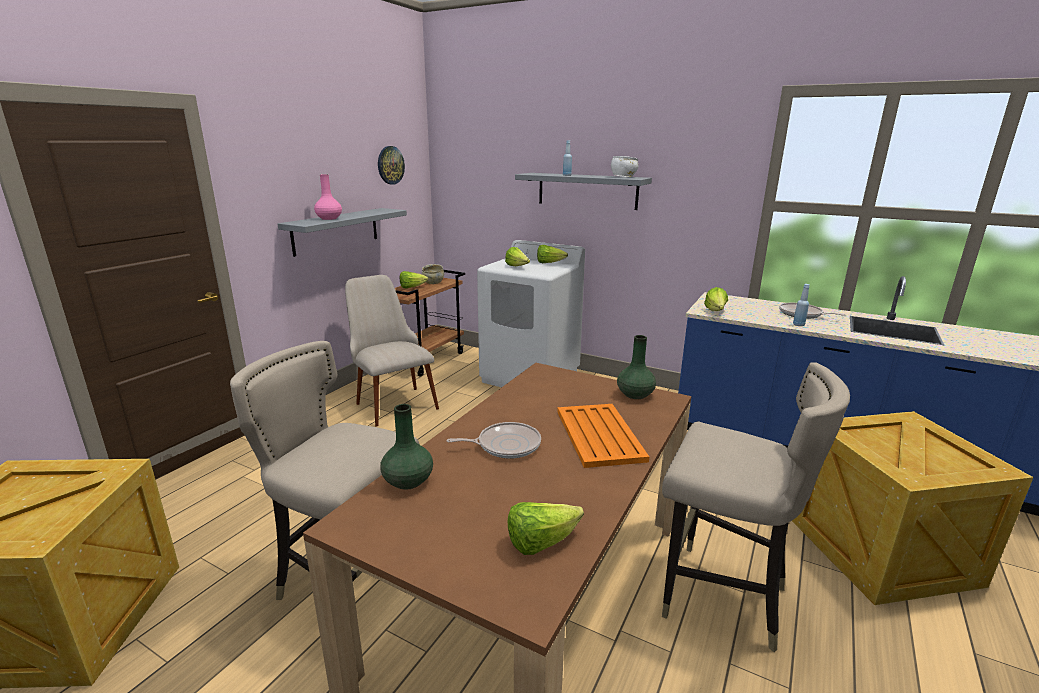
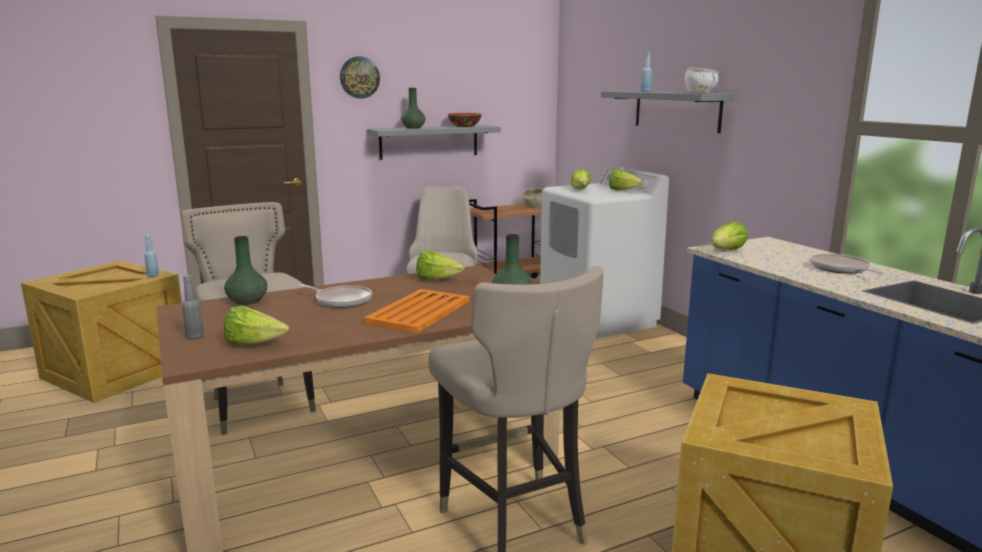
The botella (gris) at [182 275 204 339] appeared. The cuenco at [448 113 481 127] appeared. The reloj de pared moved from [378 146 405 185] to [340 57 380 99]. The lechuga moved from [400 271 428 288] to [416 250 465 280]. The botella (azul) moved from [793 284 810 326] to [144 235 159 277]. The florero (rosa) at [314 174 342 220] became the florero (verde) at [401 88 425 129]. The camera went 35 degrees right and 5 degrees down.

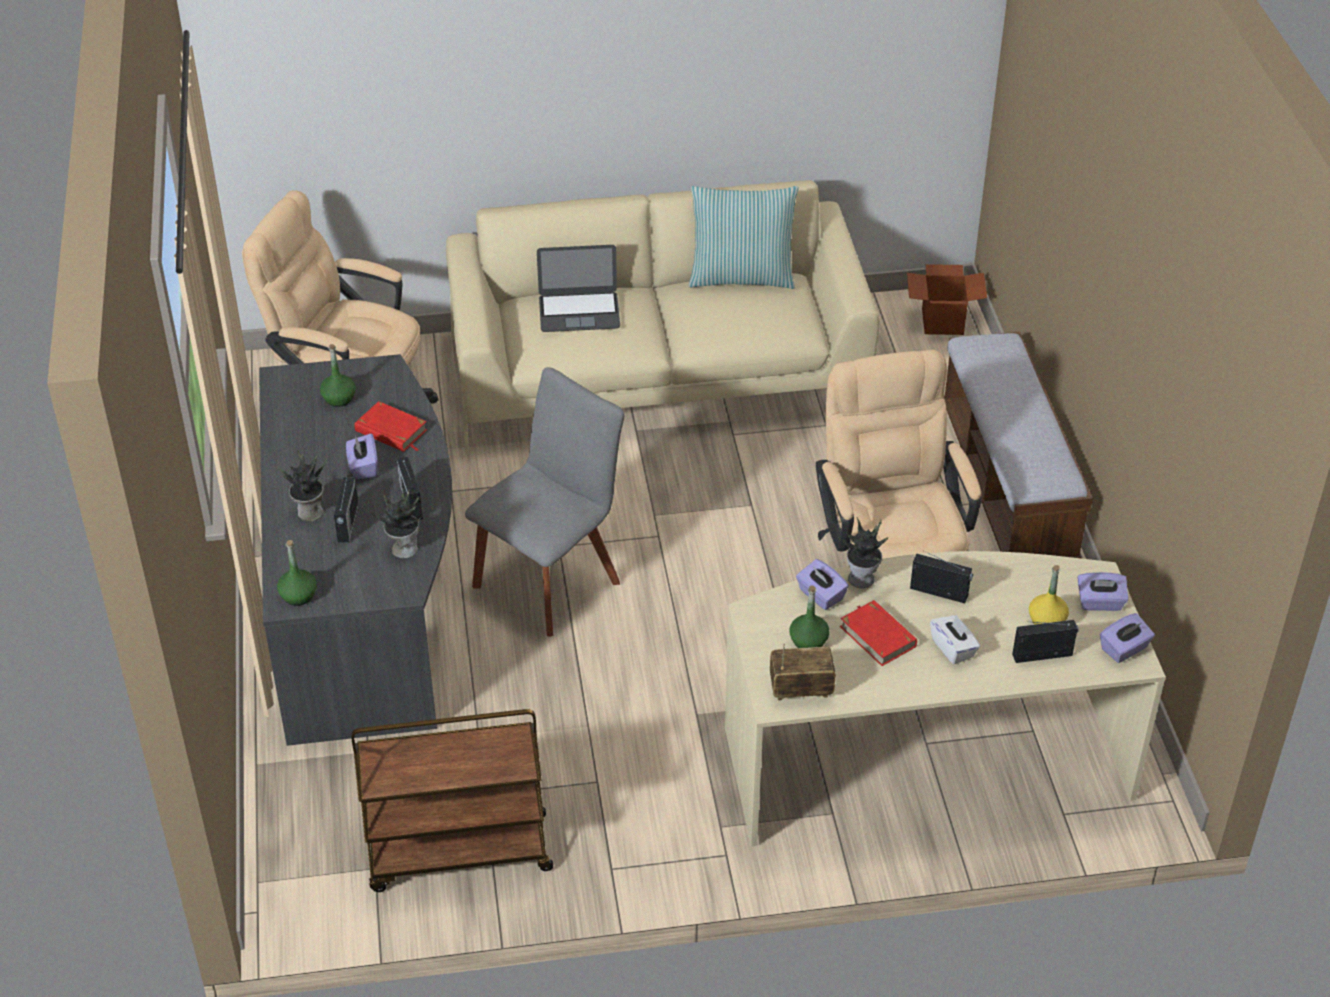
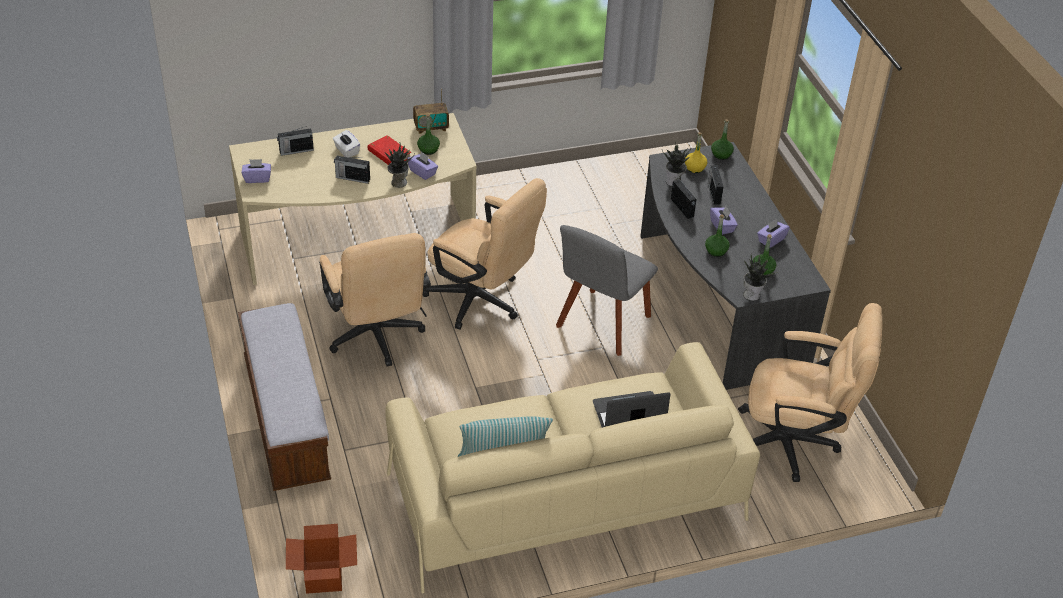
The carrito (marrón) at [351 709 553 892] disappeared. The silla de oficina (beis) at [423 178 547 330] appeared. The planta en maceta moved from [276 451 327 521] to [743 255 777 301]. The botella (amarillo) moved from [1029 565 1069 625] to [685 132 707 173]. The caja de pañuelos (morado) moved from [1100 613 1155 663] to [757 219 790 248]. The libro (rojo) at [354 401 427 452] was replaced by the botella (verde) at [705 214 730 257]. The camera went 170 degrees right and 0 degrees up.

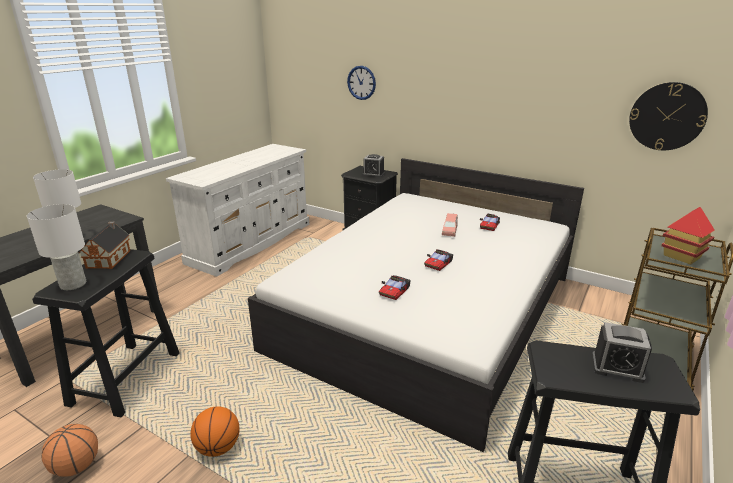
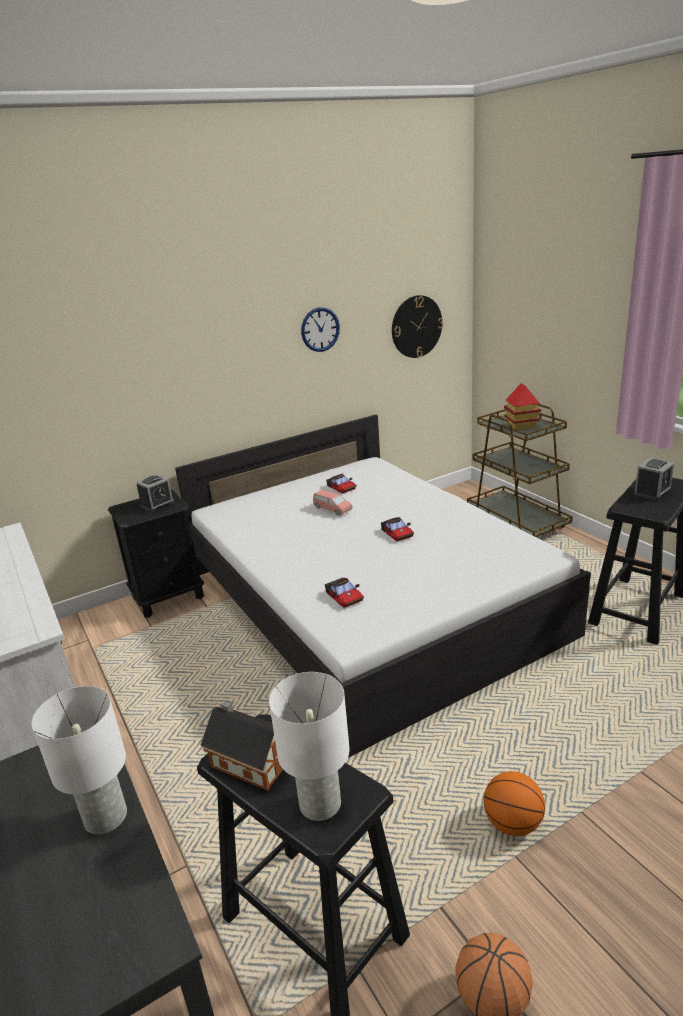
The reloj de pared moved from [347 66 376 100] to [301 307 340 352]. The coche de juguete moved from [379 275 411 300] to [325 578 364 608]. The camera went 60 degrees left and 0 degrees up.

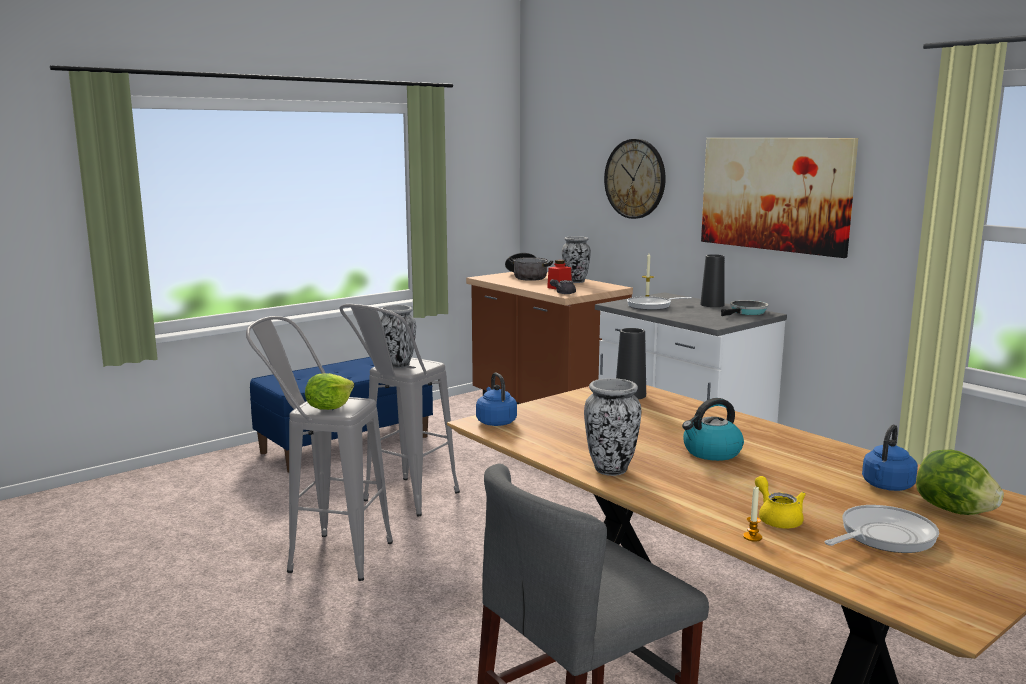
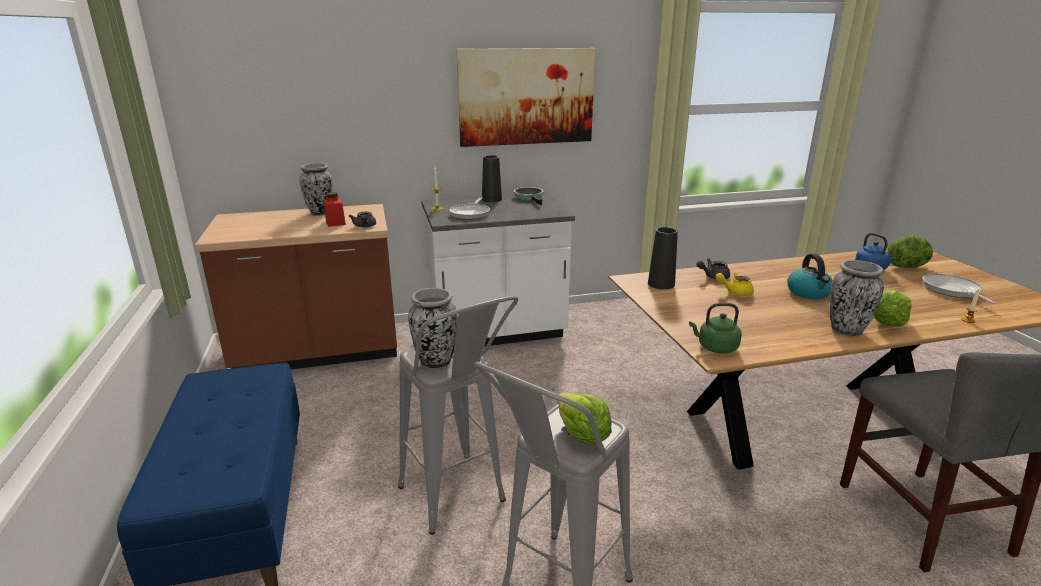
The olla at [505 253 553 281] disappeared. The reloj de pared at [604 139 666 219] disappeared. The tetera (gris) at [696 258 730 279] appeared. The lechuga at [874 290 912 327] appeared. The tetera (amarillo) moved from [755 476 806 528] to [715 272 754 296]. The hervidor (azul) at [476 372 517 426] became the hervidor (verde) at [689 303 742 354]. The camera went 65 degrees left and 10 degrees up.

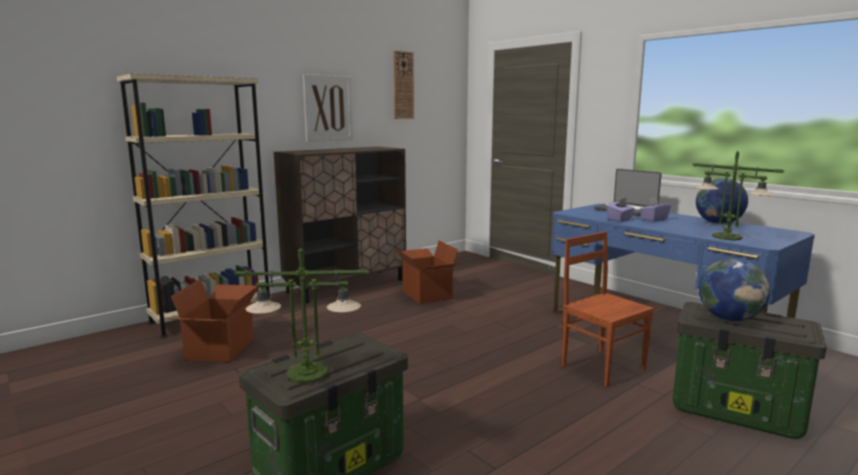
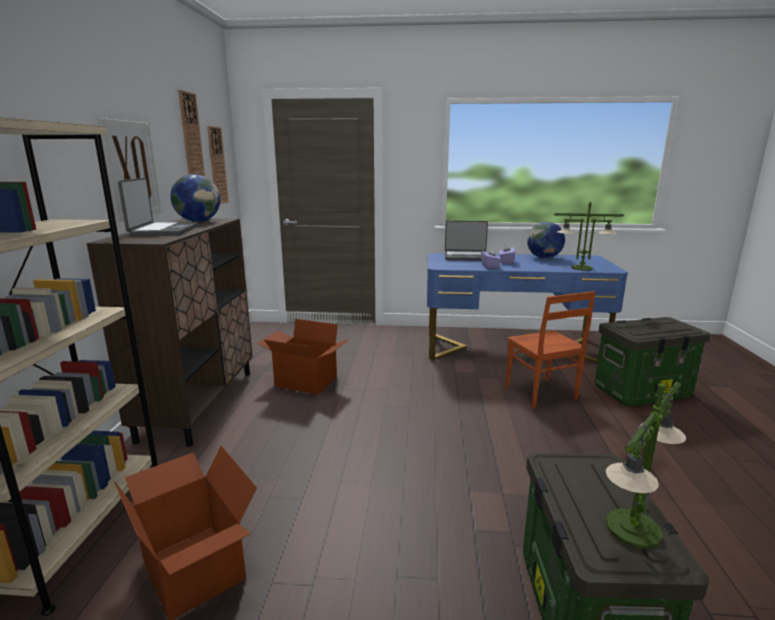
The portátil at [118 178 198 236] appeared. The reloj de pared at [207 126 229 204] appeared. The globo terráqueo moved from [699 258 770 321] to [170 174 220 222]. The silla (marrón) at [562 231 654 387] turned 120 degrees counterclockwise. The camera went 45 degrees left and 5 degrees up.

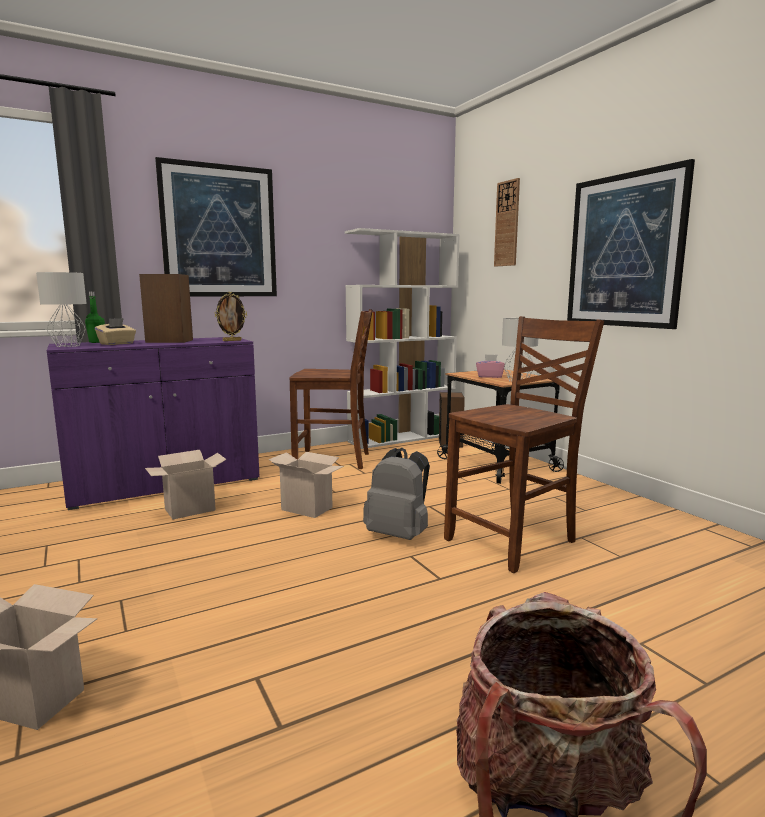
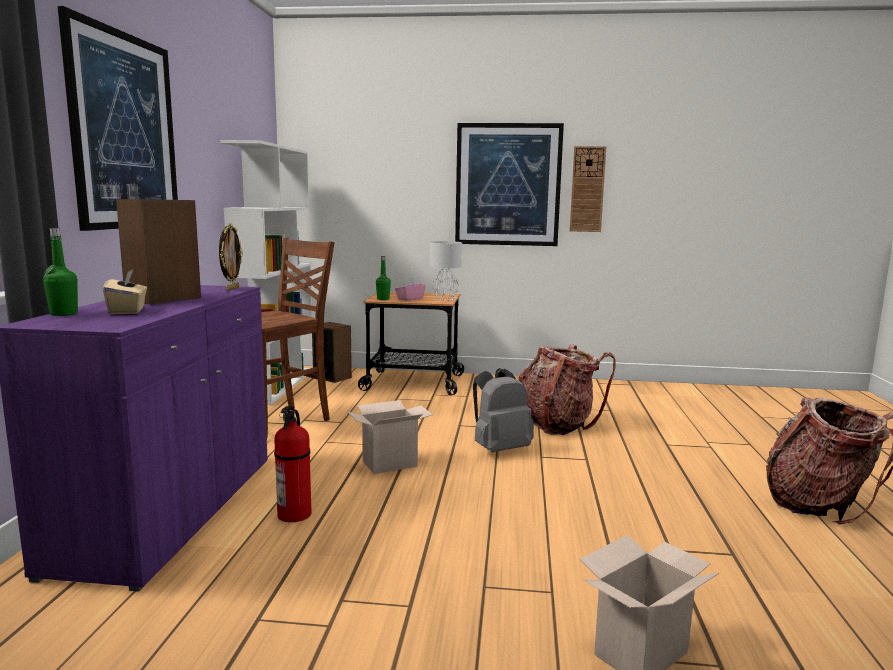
The lámpara de mesa (gris) at [36 272 87 347] disappeared. The botella (verde) at [376 256 391 300] appeared. The reloj de pared moved from [494 178 520 267] to [570 146 606 232]. The caja de cartón at [145 450 227 520] was replaced by the extintor at [274 406 312 522]. The silla (marrón) at [444 316 604 573] was replaced by the mochila at [519 344 615 435]. The camera went 55 degrees left and 0 degrees up.

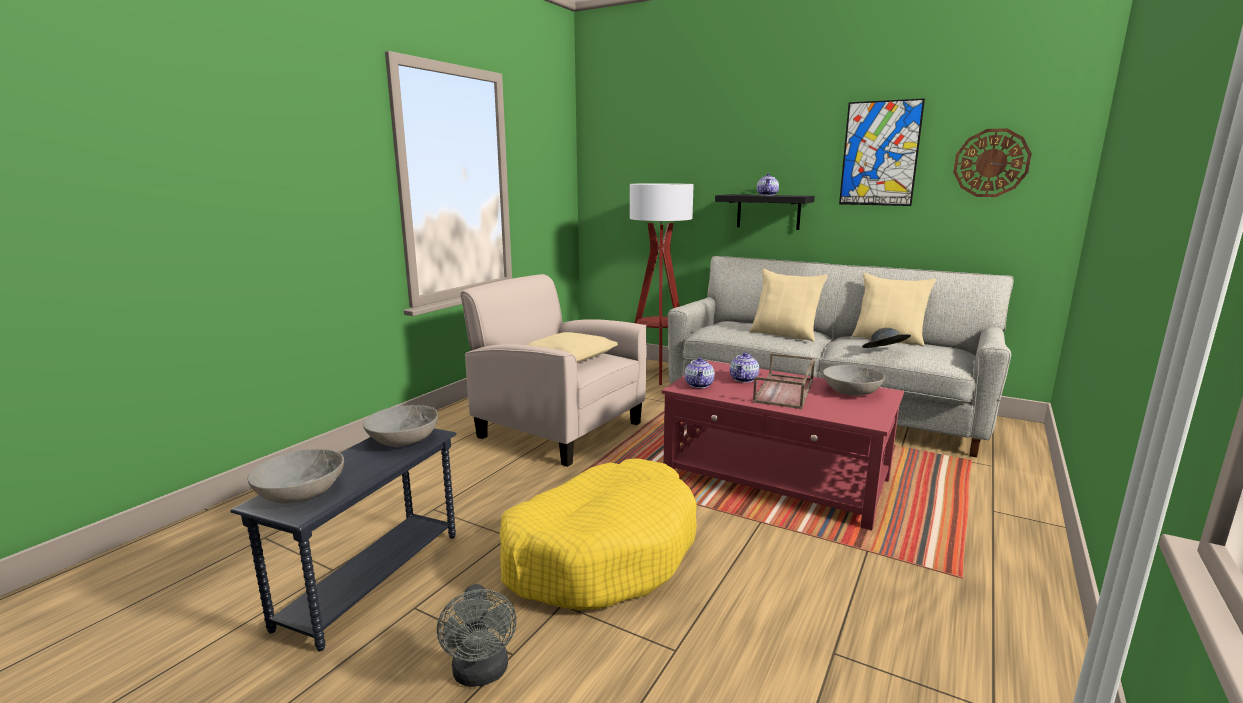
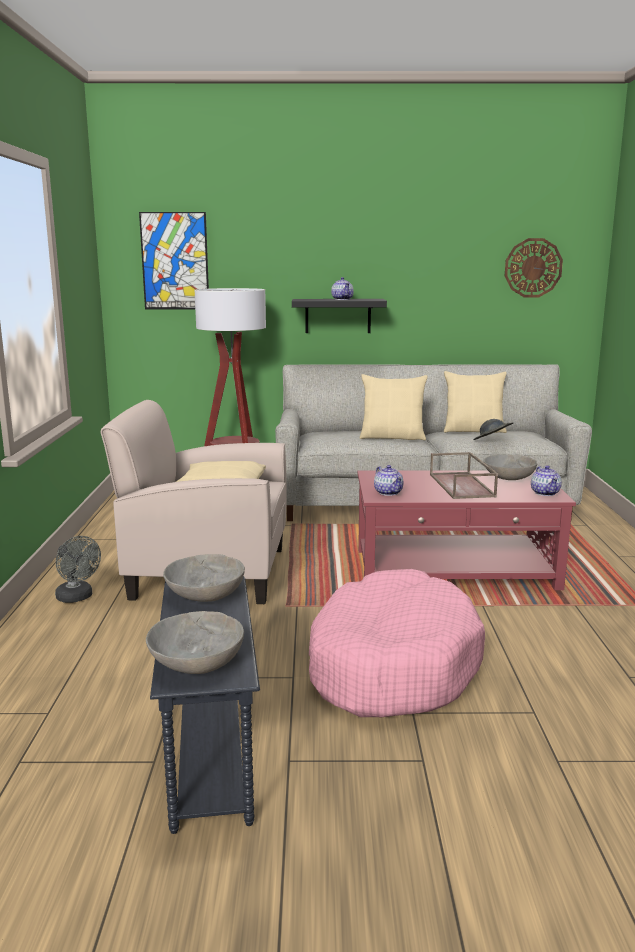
The ventilador (gris) moved from [437 584 517 687] to [55 536 101 603]. The tetera moved from [730 352 759 383] to [531 465 562 496]. The cuadro moved from [839 98 925 206] to [139 212 209 310]. The cama para perro (amarillo) at [500 458 697 610] became the cama para perro (rosa) at [309 569 485 717]. The camera went 30 degrees left and 0 degrees up.

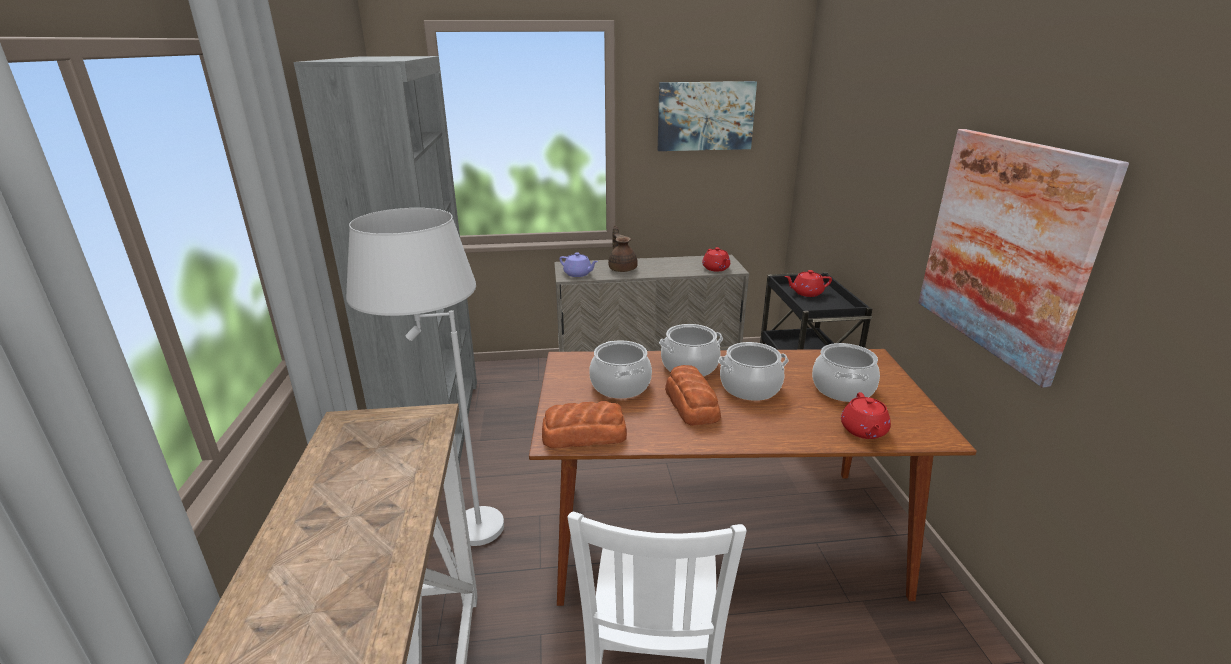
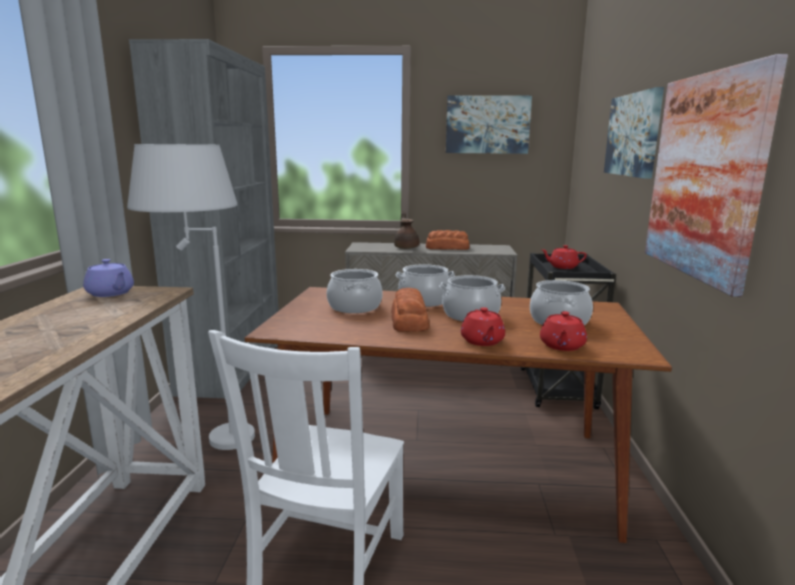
The cuadro at [604 87 664 179] appeared. The pan moved from [542 401 627 448] to [426 230 470 250]. The tetera (morado) moved from [559 252 598 277] to [83 259 134 297]. The tetera (rojo) moved from [702 247 730 271] to [461 307 505 346]. The camera went 10 degrees right and 10 degrees down.

